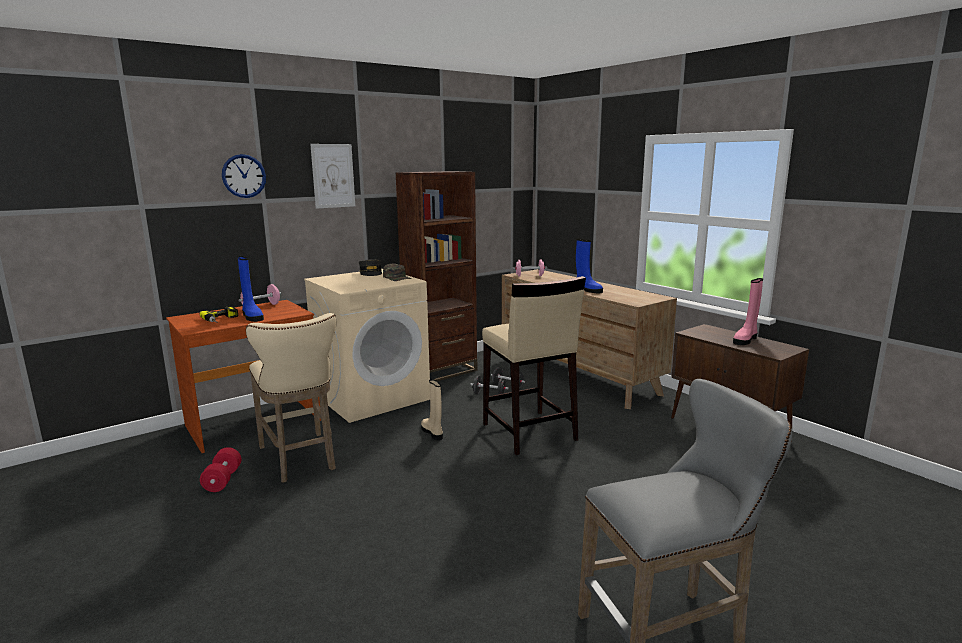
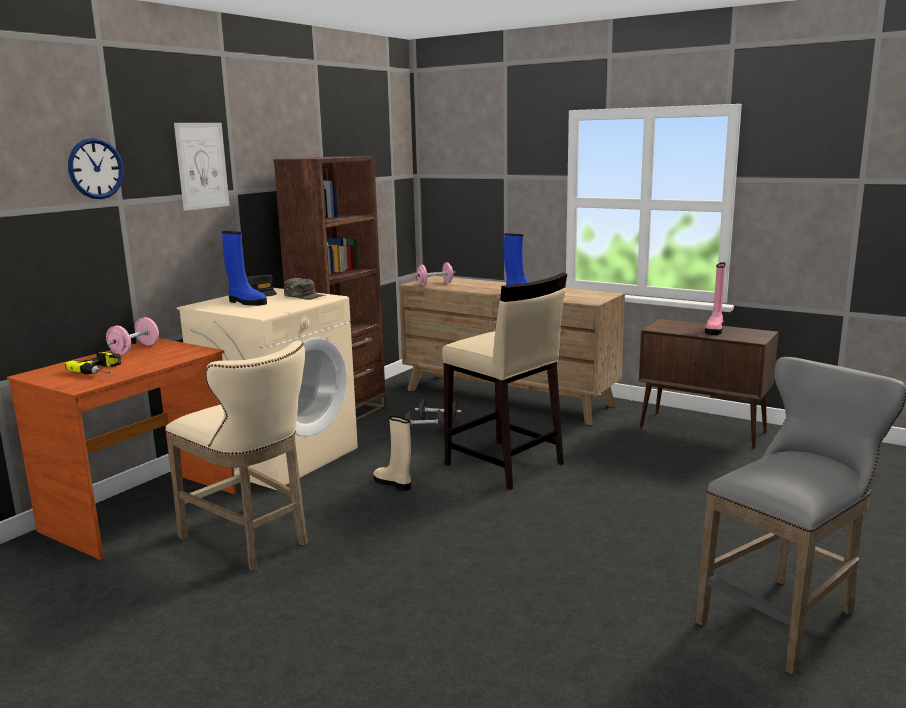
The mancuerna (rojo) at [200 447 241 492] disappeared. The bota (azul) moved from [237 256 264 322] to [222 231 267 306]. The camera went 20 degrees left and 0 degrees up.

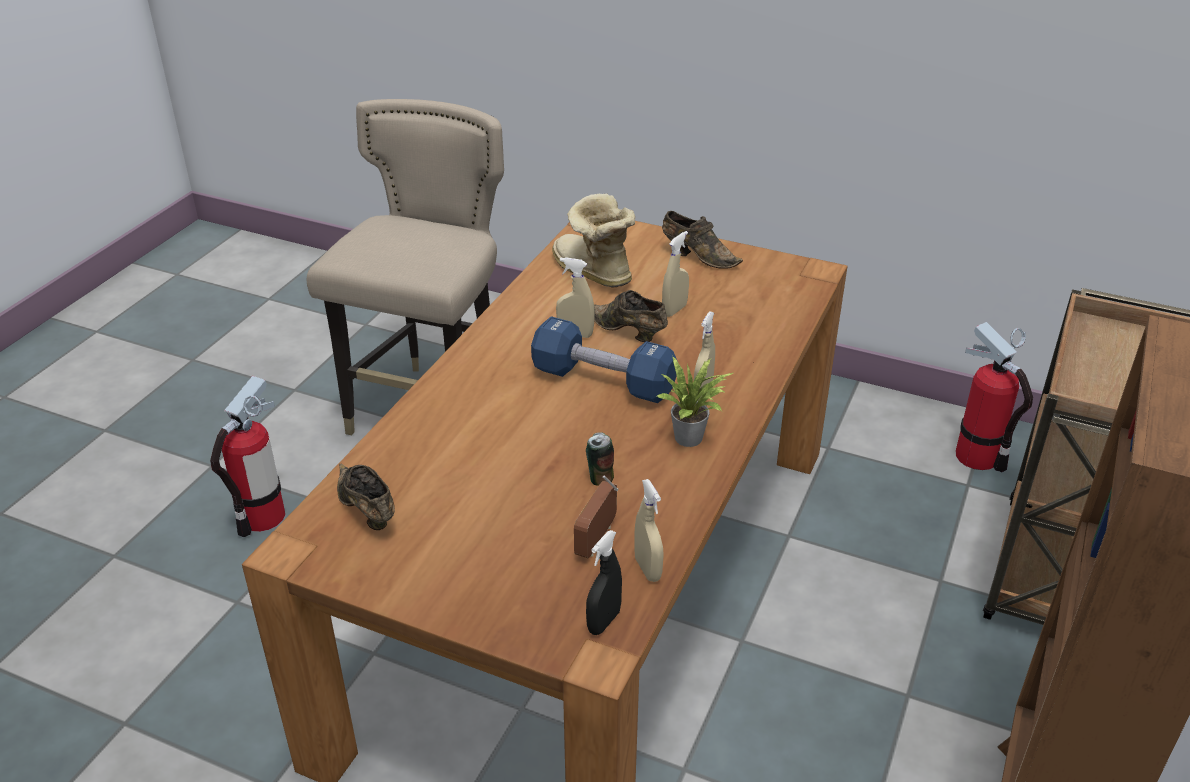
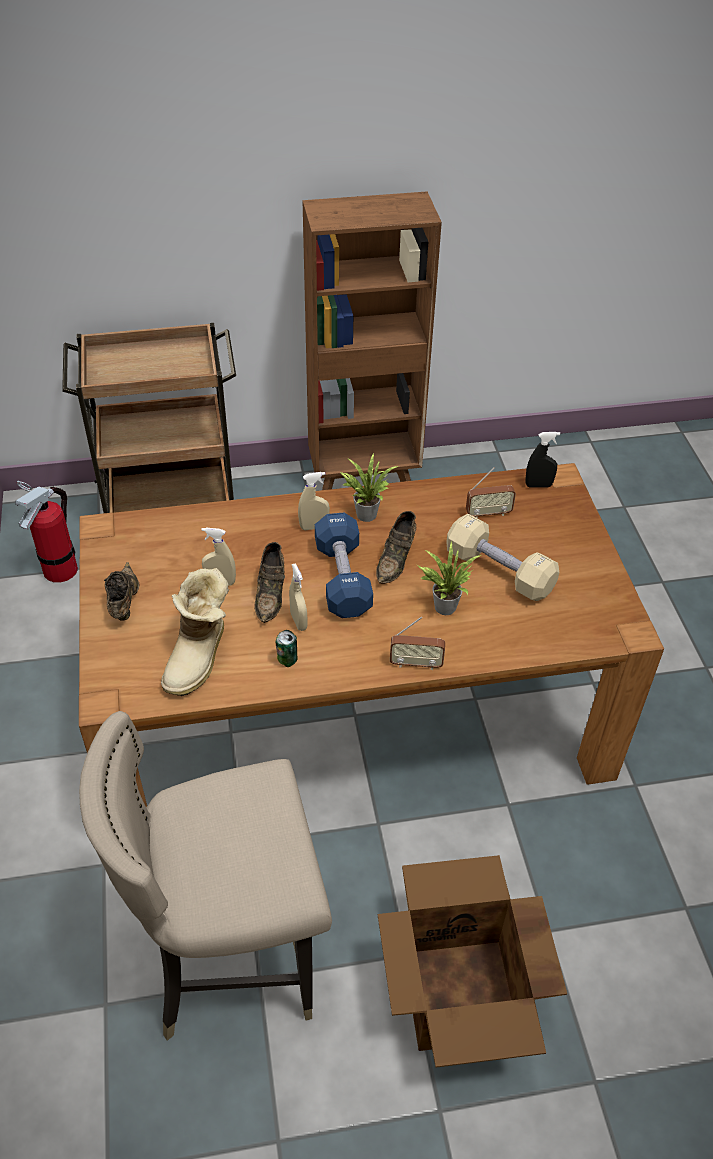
The pulverizador (beis) at [634 479 664 582] disappeared. The radio at [390 617 445 670] appeared. The planta en maceta at [418 542 481 615] appeared. The mancuerna (beis) at [447 514 559 601] appeared. The zapato (marrón) moved from [337 464 395 530] to [376 511 416 584]. The lata moved from [586 432 614 486] to [276 630 297 667]. The extintor at [210 376 285 537] was replaced by the caja de cartón at [378 855 567 1068]. The camera went 125 degrees left and 10 degrees up.

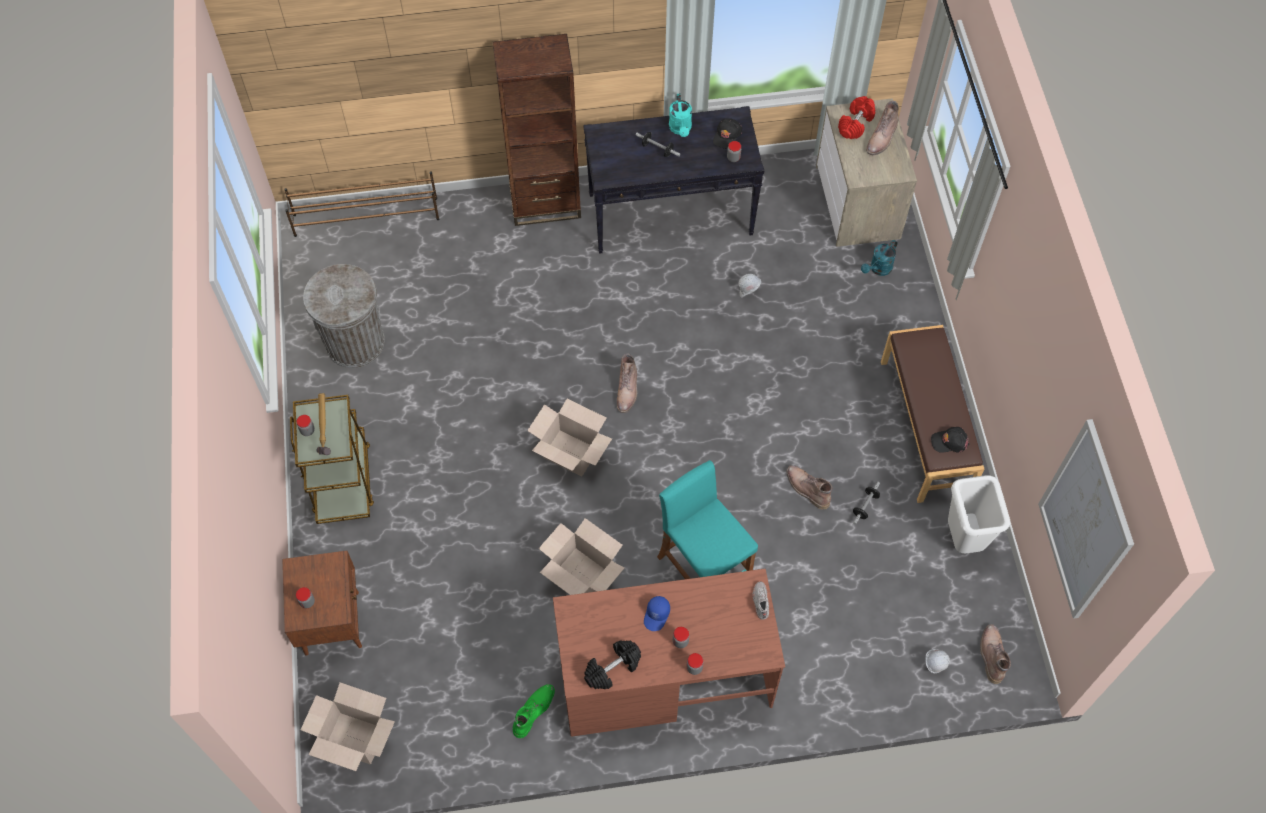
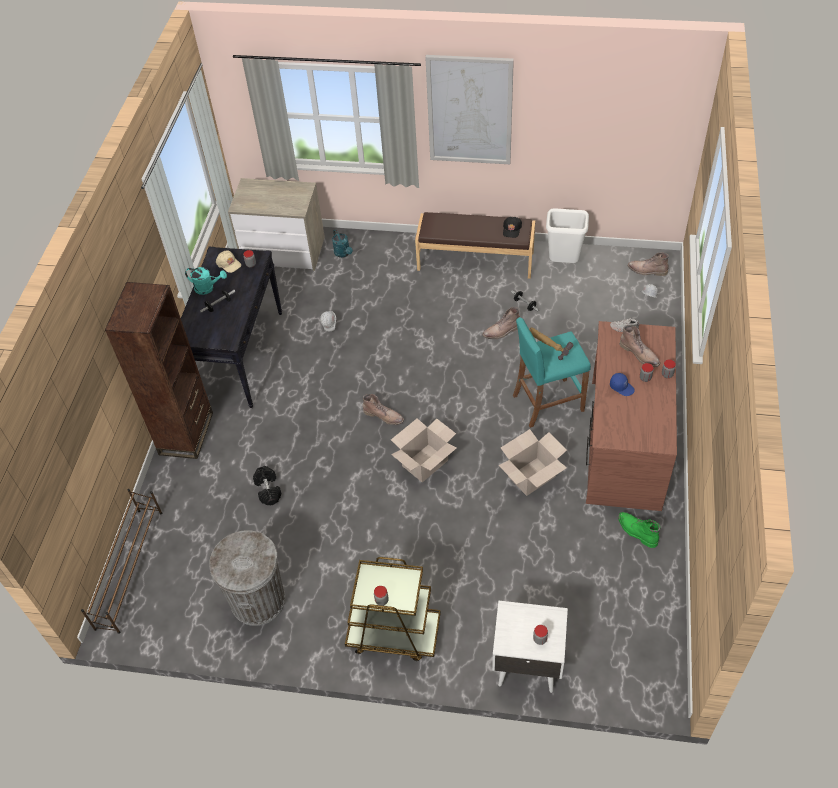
The caja de cartón at [301 682 395 771] disappeared. The mancuerna (rojo) at [838 96 876 139] disappeared. The martillo moved from [316 393 331 455] to [529 327 574 360]. The mancuerna (negro) moved from [584 640 641 689] to [253 466 282 505]. The bota (marrón) moved from [866 101 899 155] to [619 325 660 367]. The cuadro moved from [1038 419 1134 619] to [425 55 514 164]. The mesita de noche (marrón) at [282 550 362 656] became the mesita de noche (blanco) at [492 601 568 693]. The gorra (negro) at [713 118 742 149] became the gorra (beis) at [216 250 241 273]. The camera went 70 degrees left and 10 degrees down.

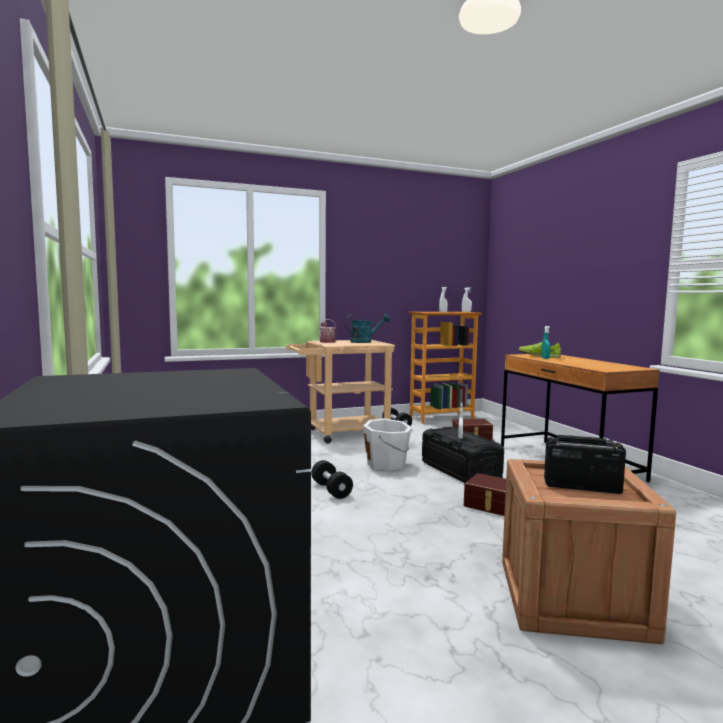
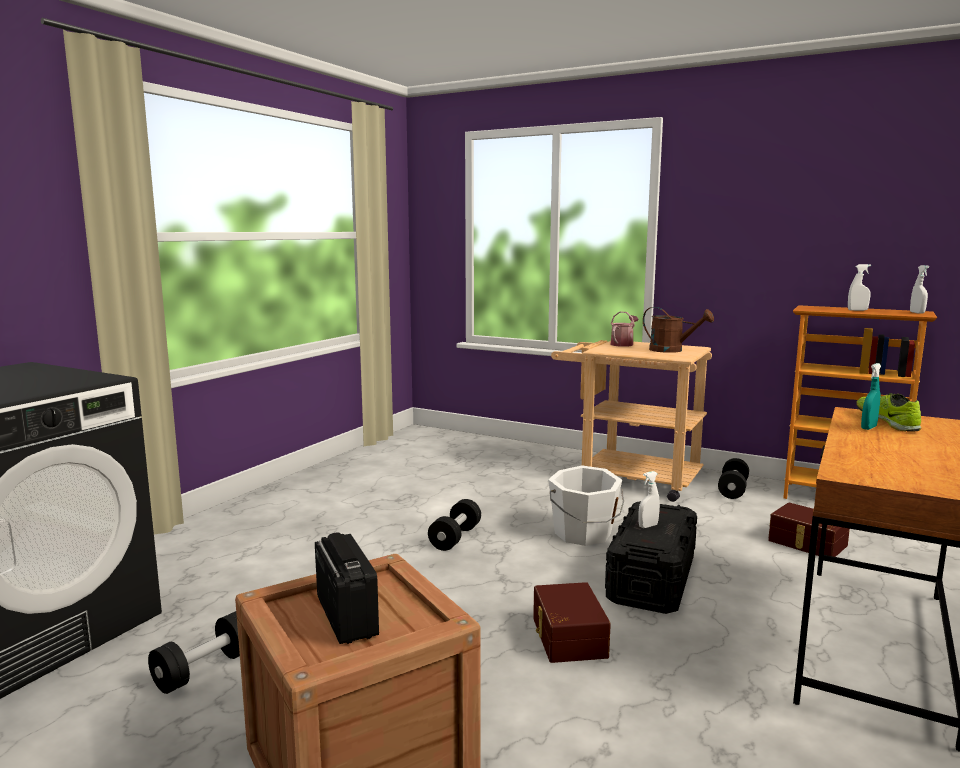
The mancuerna (negro) at [148 611 240 694] appeared. The regadera (turquesa) at [346 314 390 343] became the regadera (marrón) at [643 307 714 353]. The camera went 50 degrees right and 5 degrees up.

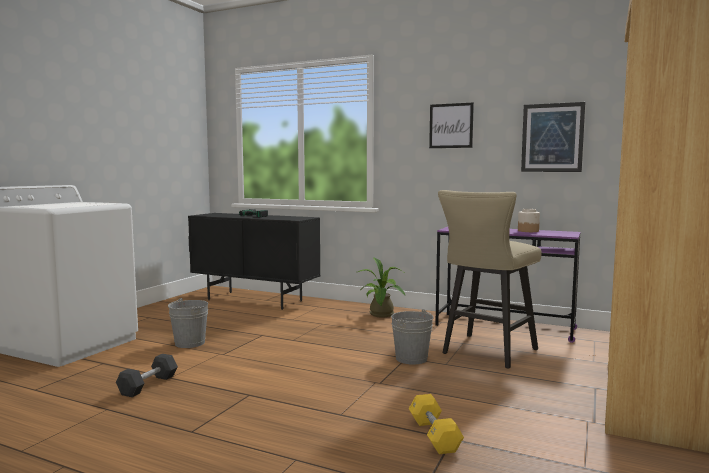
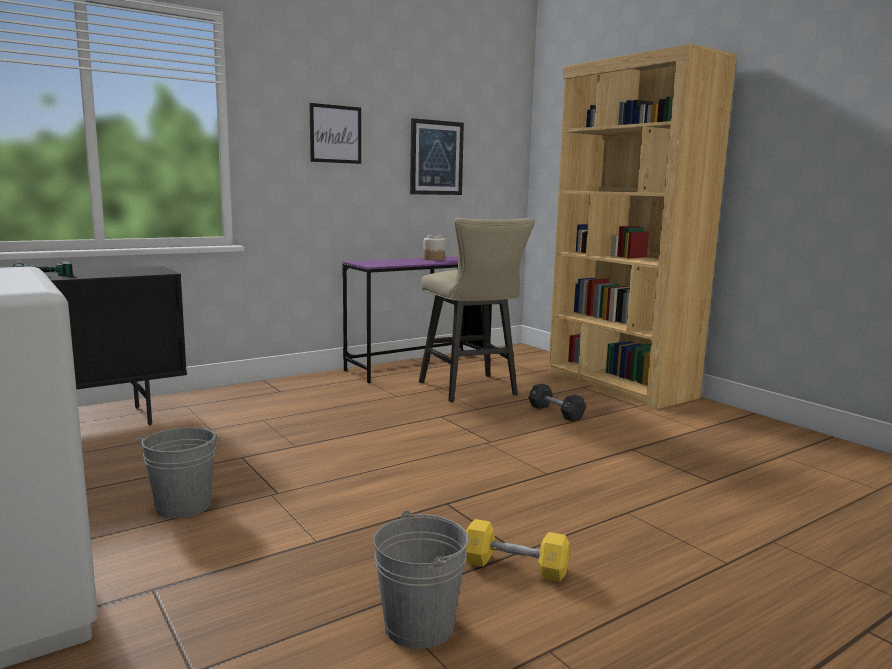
The planta en maceta at [358 257 405 317] disappeared. The mancuerna (negro) moved from [116 354 178 397] to [528 383 586 422]. The cubo (gris) moved from [391 309 434 365] to [374 510 469 649]. The mancuerna (amarillo) moved from [409 394 464 454] to [466 519 570 582]. The camera went 60 degrees left and 5 degrees up.

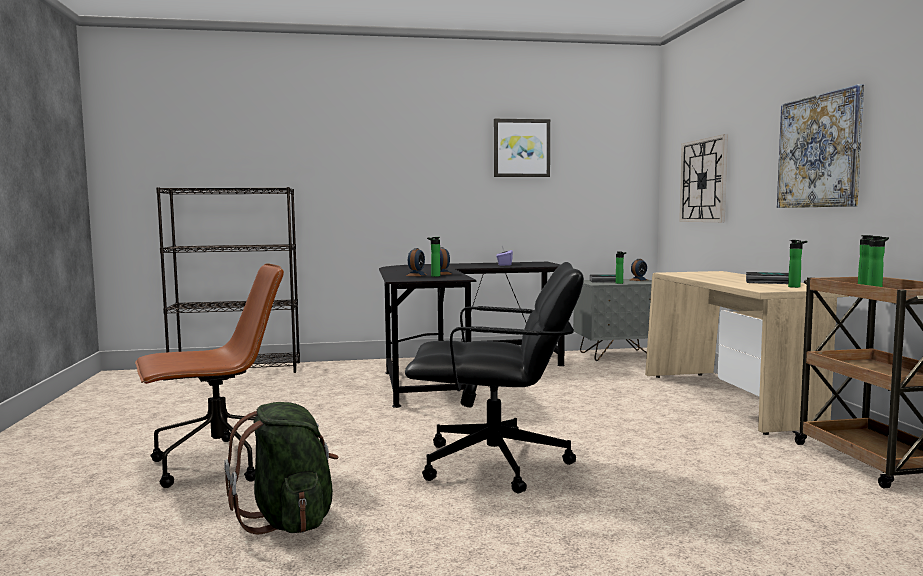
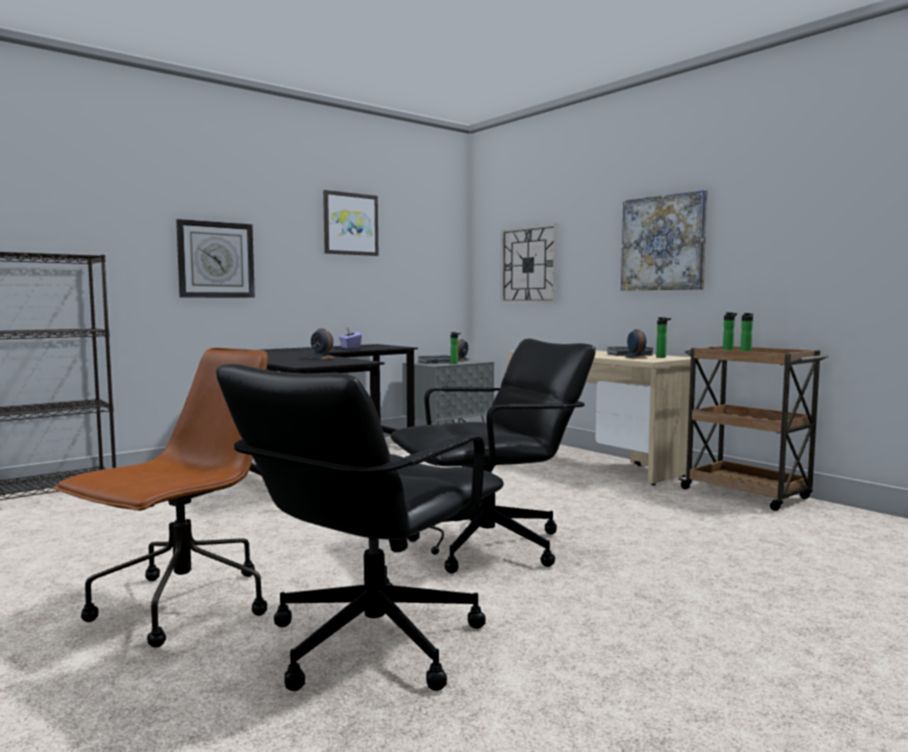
The botella at [427 237 441 277] disappeared. The reloj de pared at [176 219 255 298] appeared. The despertador moved from [406 248 427 276] to [625 329 647 359]. The mochila (verde) at [224 402 339 535] was replaced by the silla de oficina (negro) at [216 364 504 691]. The camera went 30 degrees left and 0 degrees up.

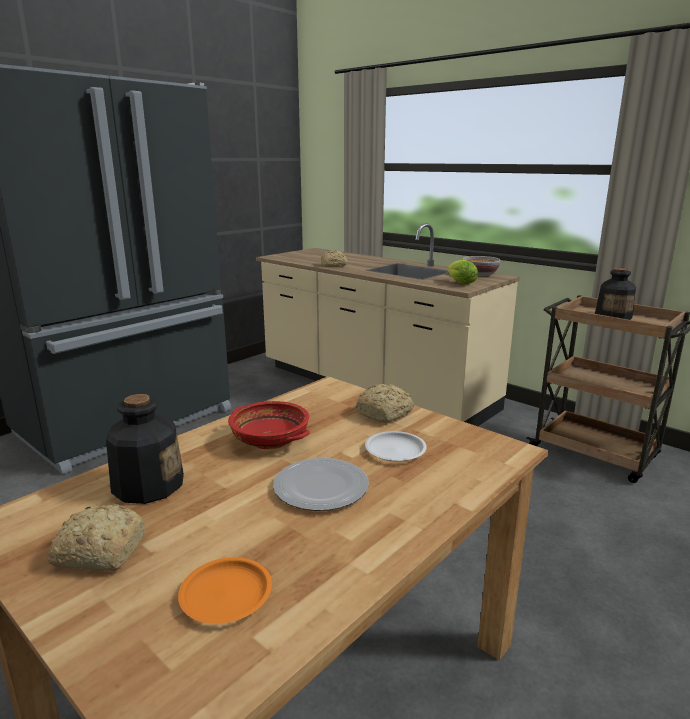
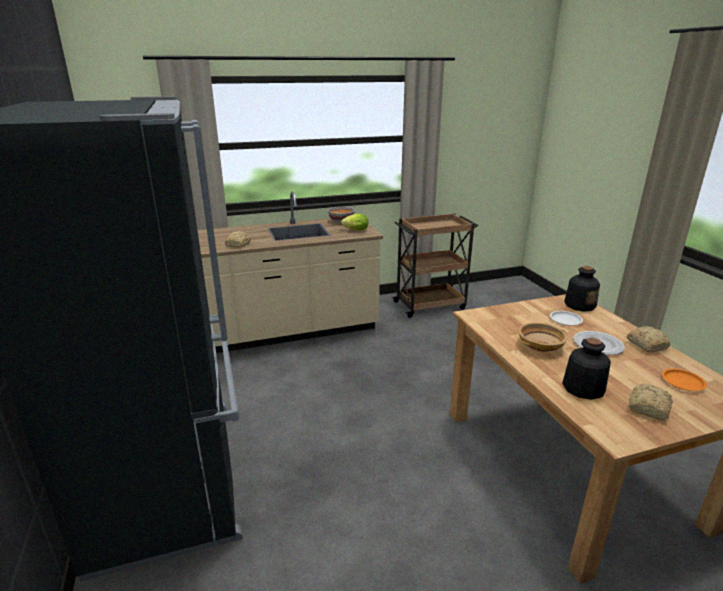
The pan moved from [355 384 414 423] to [627 326 670 352]. The botella moved from [595 268 636 320] to [564 266 600 312]. The cuenco (rojo) at [228 401 310 449] became the cuenco (beis) at [517 323 568 352]. The camera went 60 degrees left and 5 degrees up.

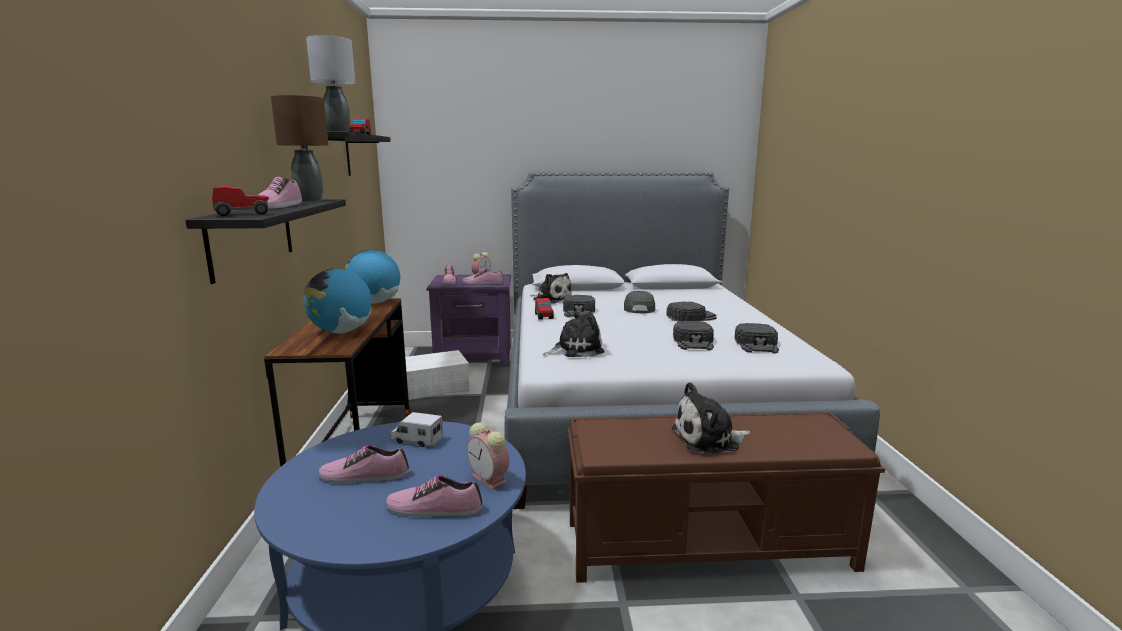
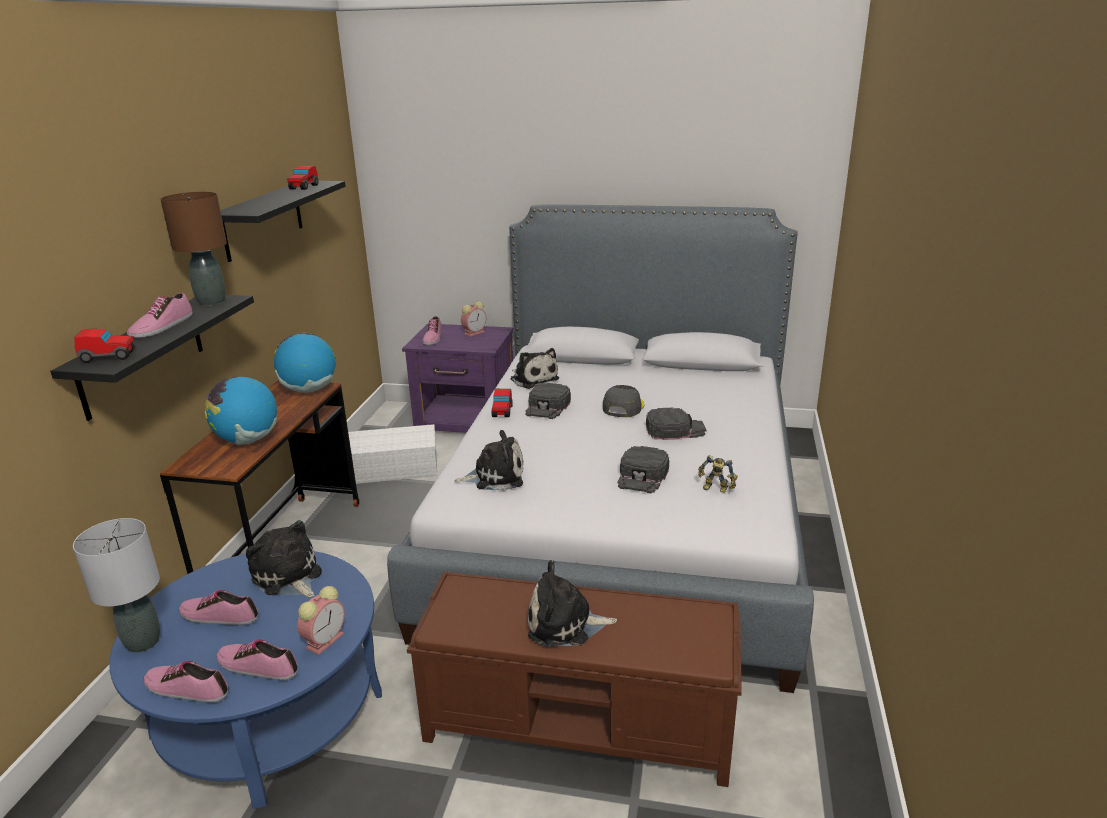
The lámpara de mesa (gris) moved from [306 35 355 132] to [73 518 160 653]. The zapato moved from [462 268 504 285] to [144 661 228 703]. The camión de juguete at [391 412 443 447] was replaced by the peluche at [246 520 322 597]. The gorra (negro) at [735 323 779 353] was replaced by the robot de juguete at [698 455 738 493]. The despertador at [467 422 509 490] turned 120 degrees counterclockwise. The camera went 15 degrees right and 10 degrees up.

